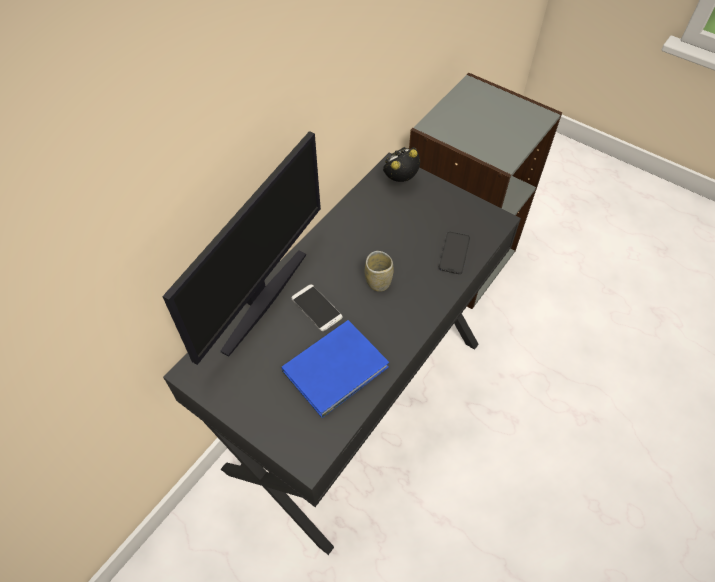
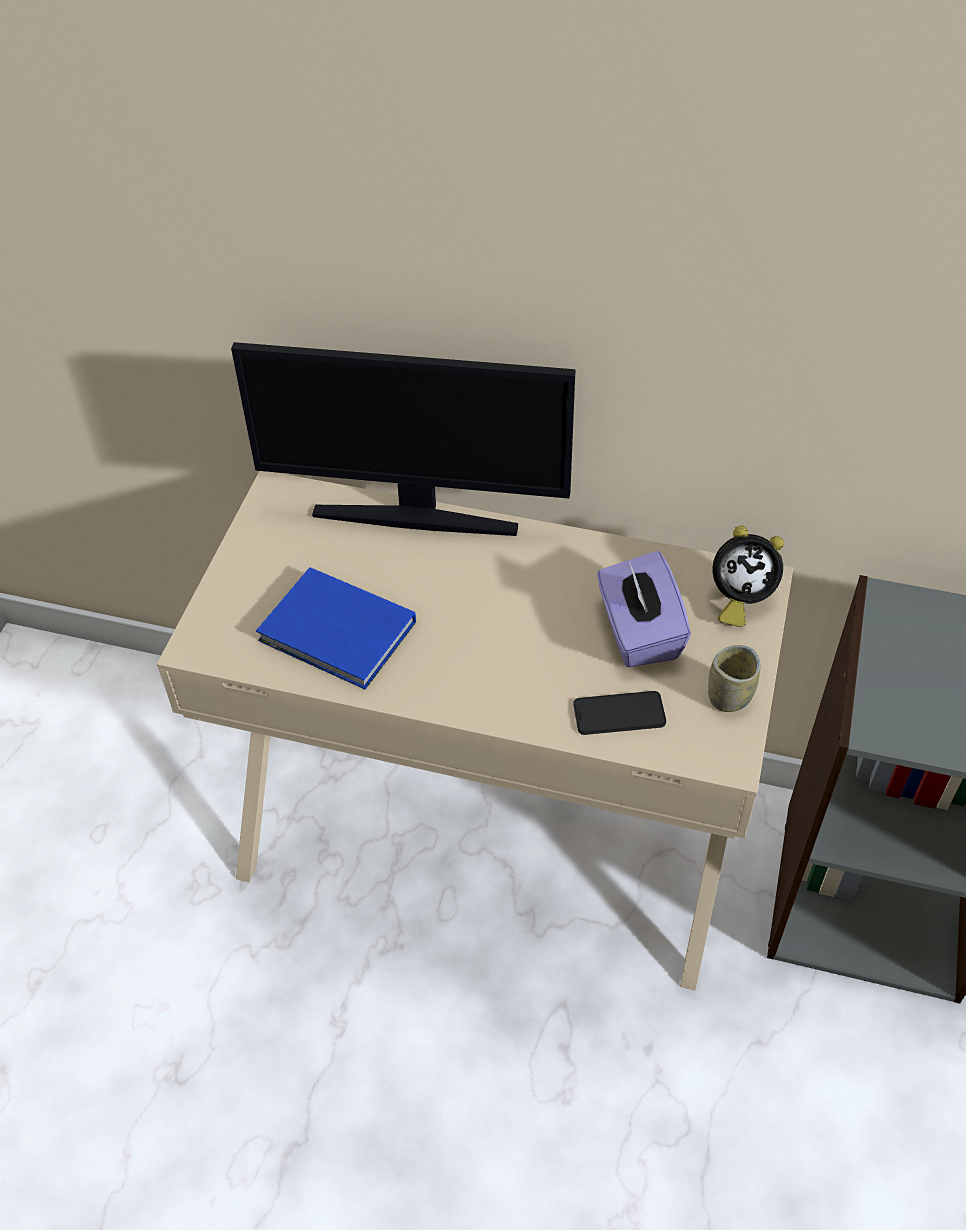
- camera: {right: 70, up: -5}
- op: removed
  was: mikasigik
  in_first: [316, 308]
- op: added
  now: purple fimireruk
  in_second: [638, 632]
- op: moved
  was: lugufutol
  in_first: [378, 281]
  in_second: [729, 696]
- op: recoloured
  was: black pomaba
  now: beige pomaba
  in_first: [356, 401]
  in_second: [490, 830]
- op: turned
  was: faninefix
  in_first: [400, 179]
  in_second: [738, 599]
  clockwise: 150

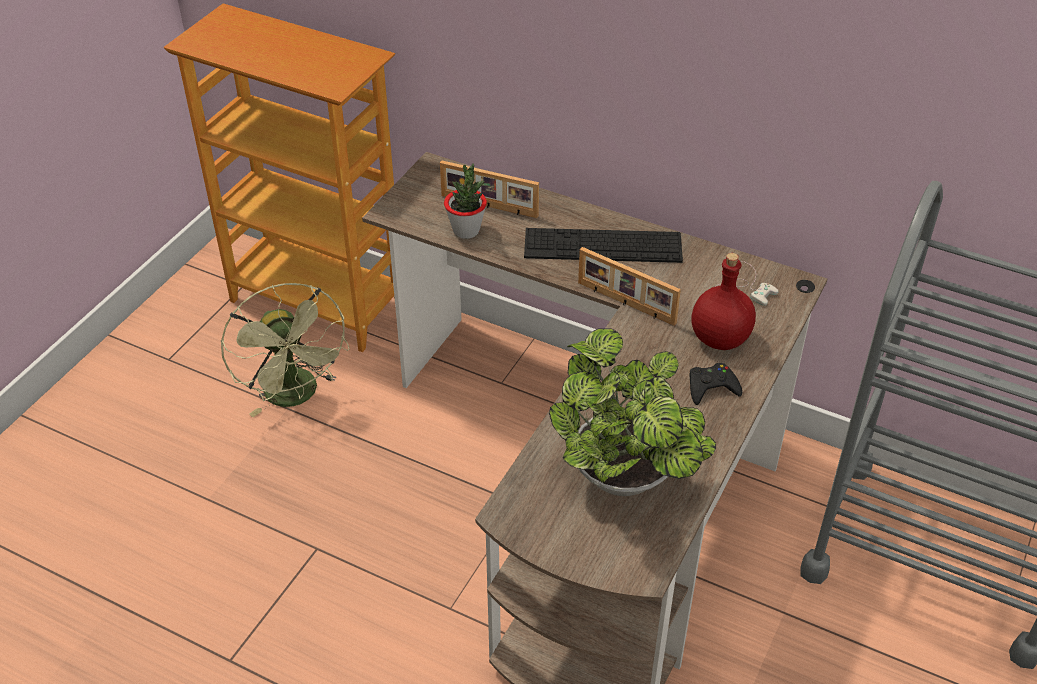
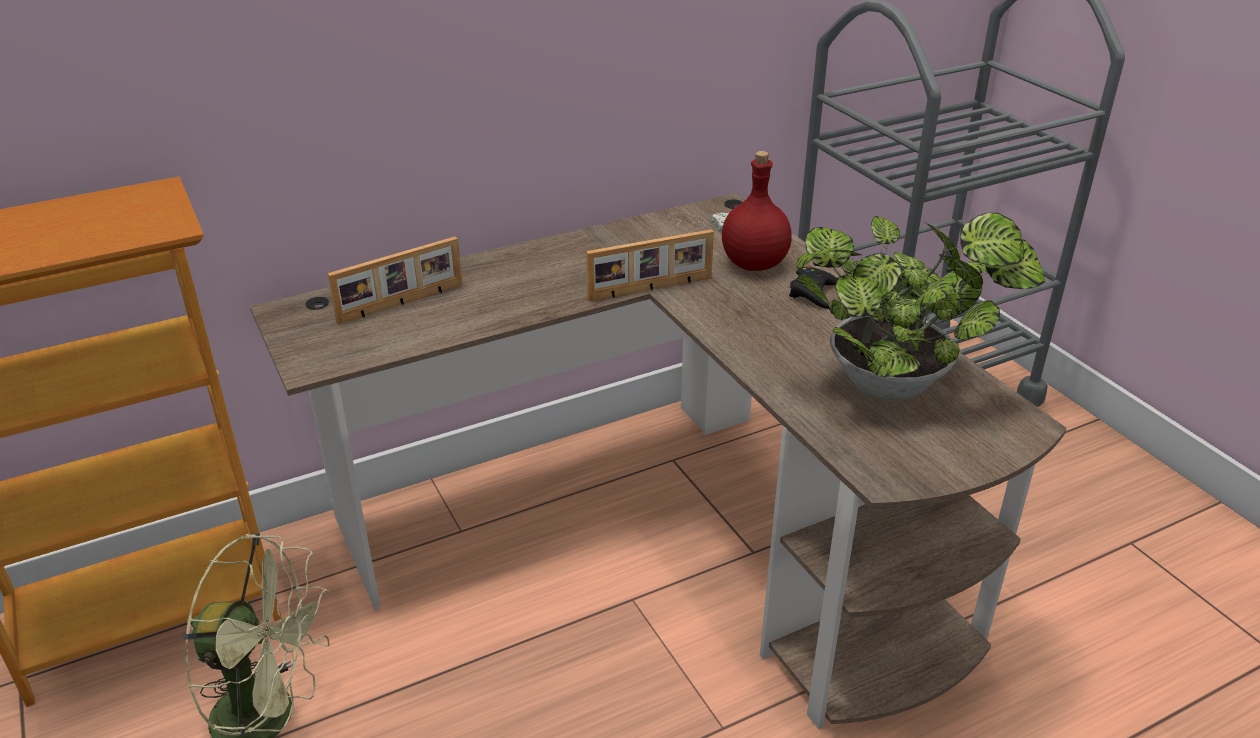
- camera: {right: -55, up: -10}
- op: removed
  was: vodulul
  in_first: [466, 230]
- op: removed
  was: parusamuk
  in_first: [603, 246]

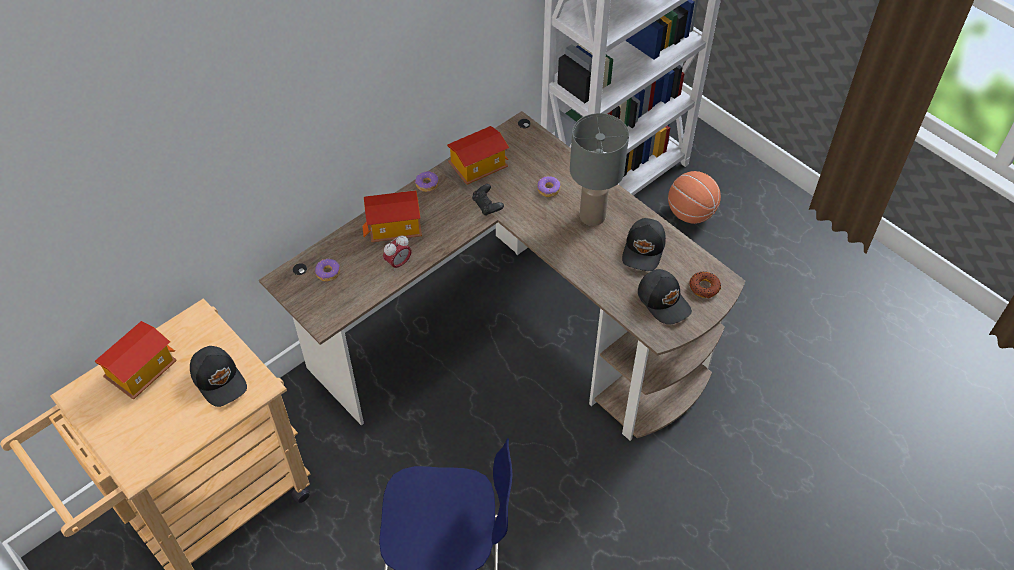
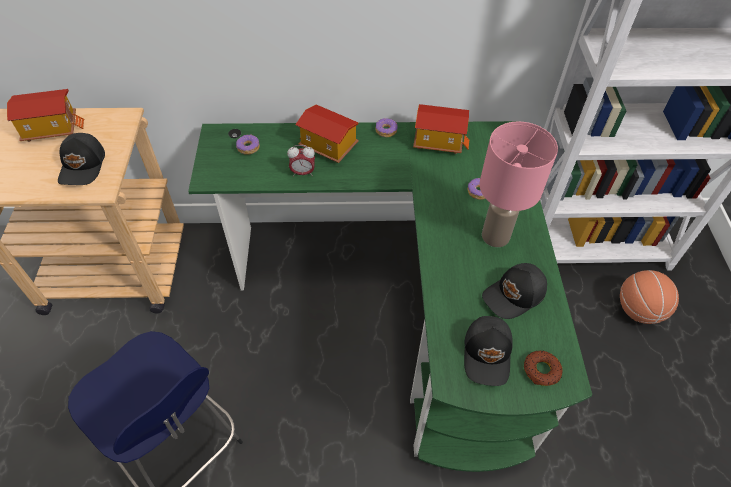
- camera: {right: 40, up: 0}
- op: removed
  was: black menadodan
  in_first: [487, 206]
- op: recoloured
  was: brown pomaba
  now: green pomaba
  in_first: [514, 335]
  in_second: [404, 304]
- op: recoloured
  was: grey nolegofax
  now: pink nolegofax
  in_first: [591, 215]
  in_second: [495, 235]

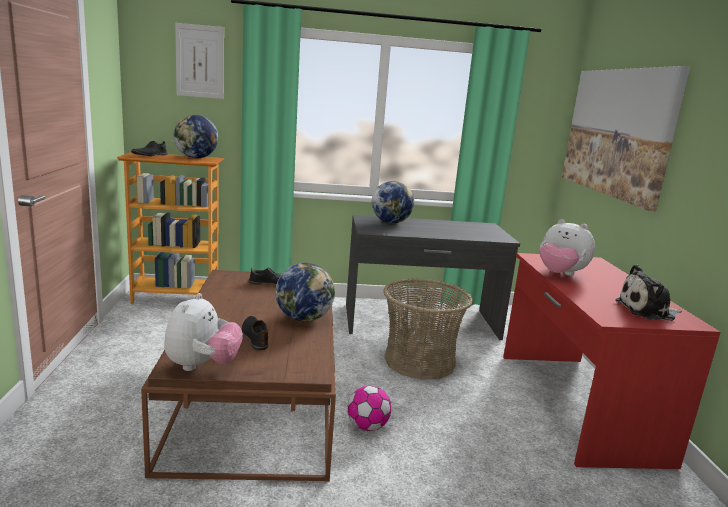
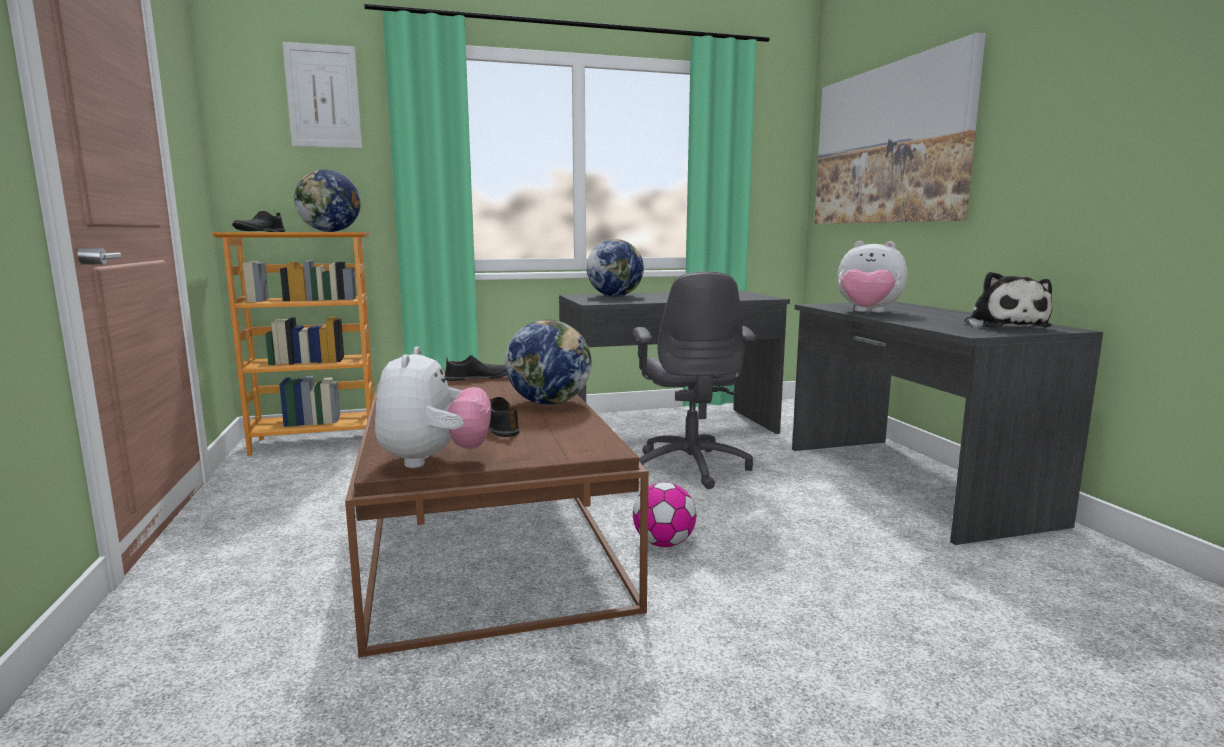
- camera: {right: -10, up: -5}
- op: replaced
  was: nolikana
  now: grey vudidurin
  in_first: [419, 361]
  in_second: [691, 467]
- op: recoloured
  was: red pomaba
  now: grey pomaba
  in_first: [575, 404]
  in_second: [909, 483]
- op: turned
  was: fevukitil
  in_first: [648, 311]
  in_second: [1004, 325]
  clockwise: -75

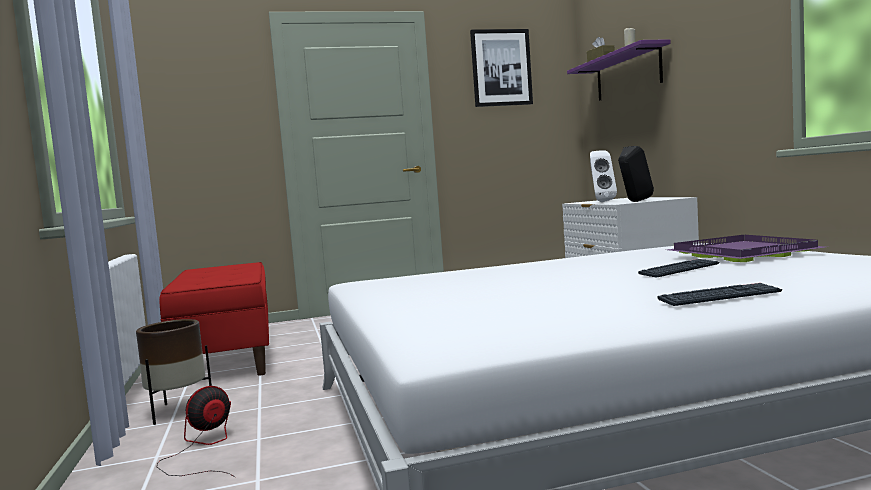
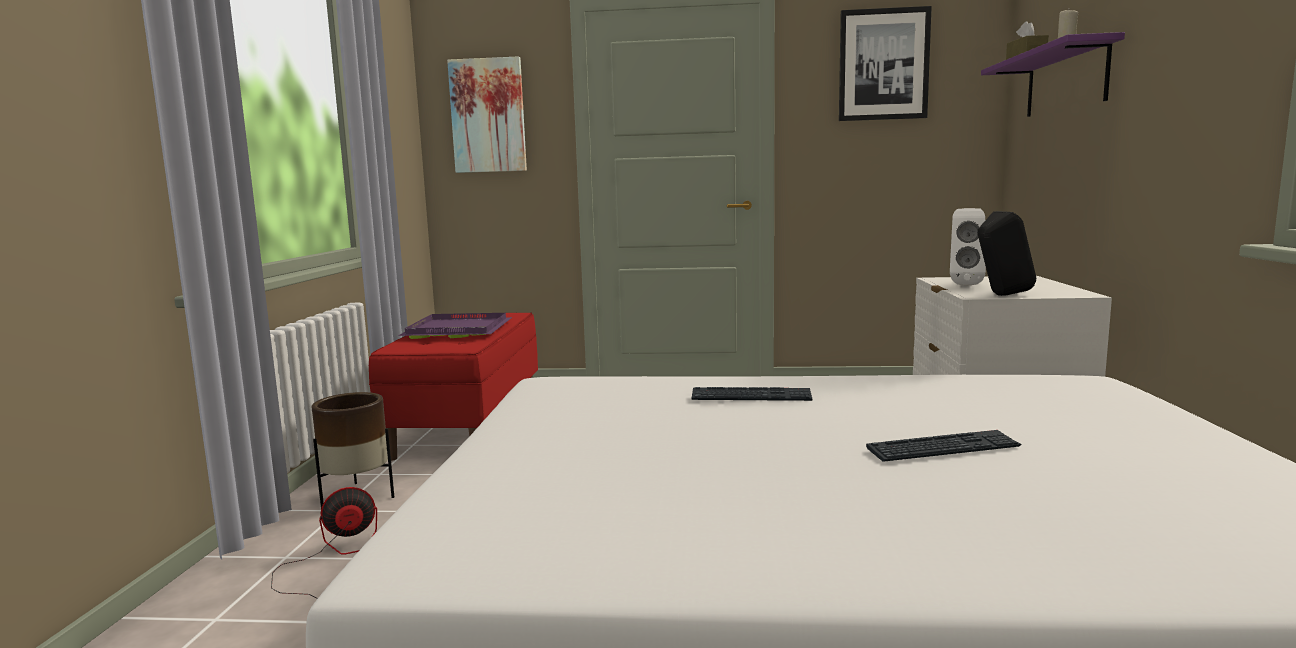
- camera: {right: 20, up: 5}
- op: added
  now: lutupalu
  in_second: [488, 116]
- op: moved
  was: parusamuk
  in_first: [720, 296]
  in_second: [751, 396]
- op: moved
  was: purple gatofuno
  in_first: [742, 253]
  in_second: [460, 330]

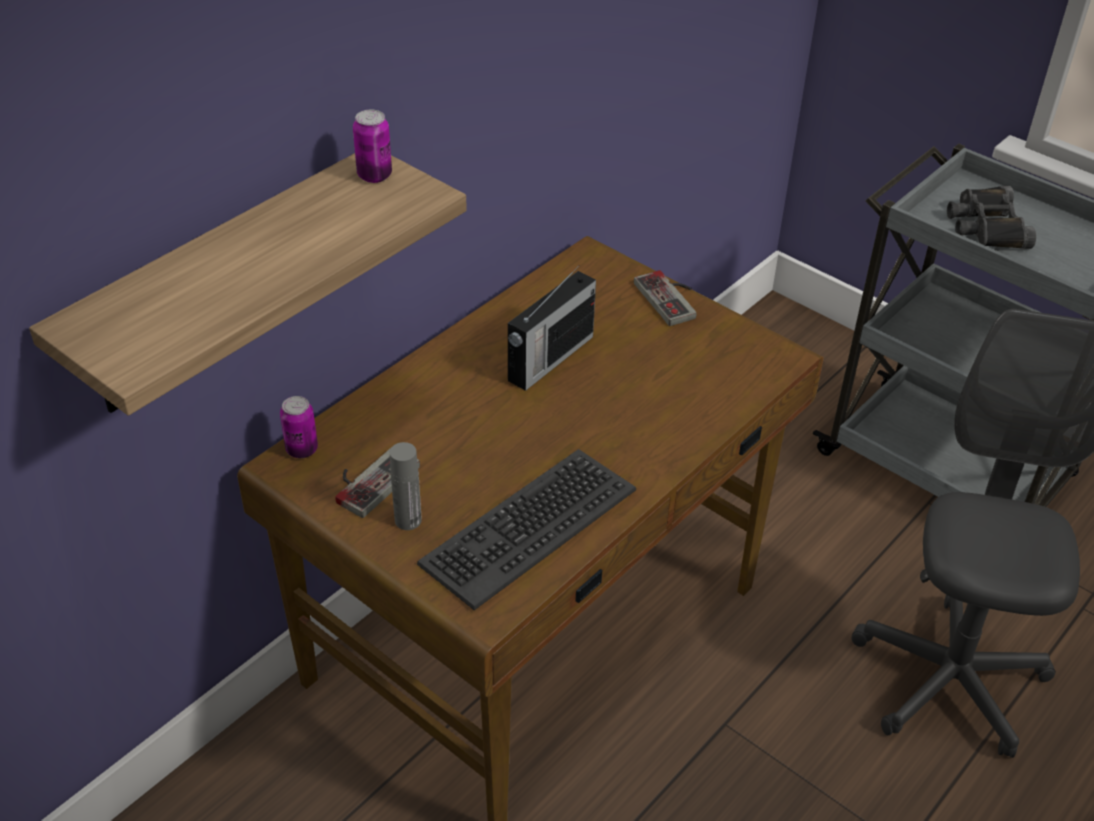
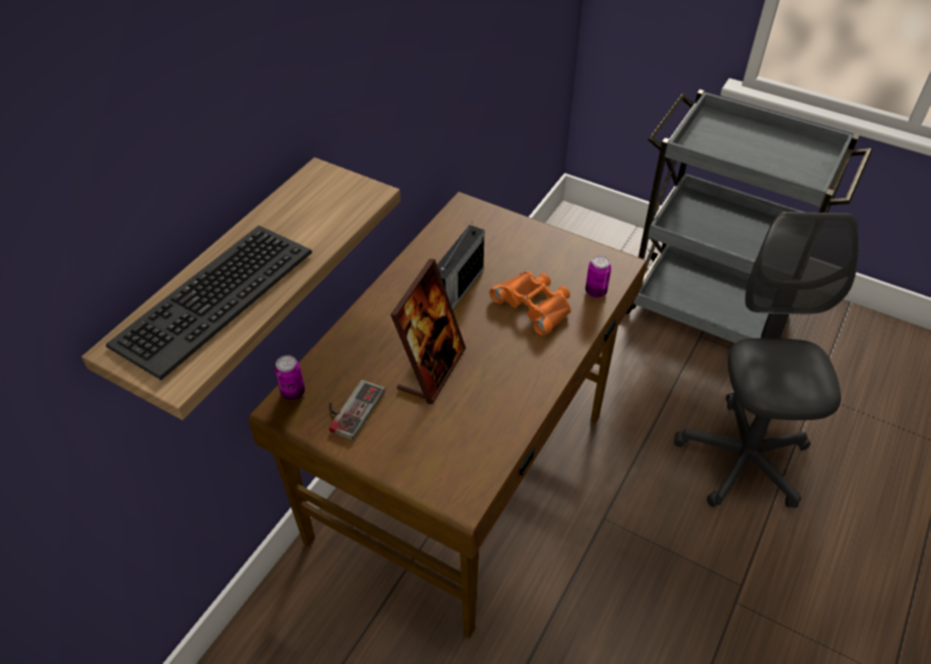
- camera: {right: -10, up: 5}
- op: removed
  was: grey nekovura
  in_first: [408, 520]
- op: removed
  was: menadodan
  in_first: [672, 298]
- op: removed
  was: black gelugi
  in_first: [986, 226]
- op: added
  now: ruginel
  in_second: [431, 370]
- op: added
  now: orange gelugi
  in_second: [535, 305]
- op: moved
  was: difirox
  in_first: [374, 175]
  in_second: [595, 292]
- op: moved
  was: parusamuk
  in_first: [528, 526]
  in_second: [213, 297]

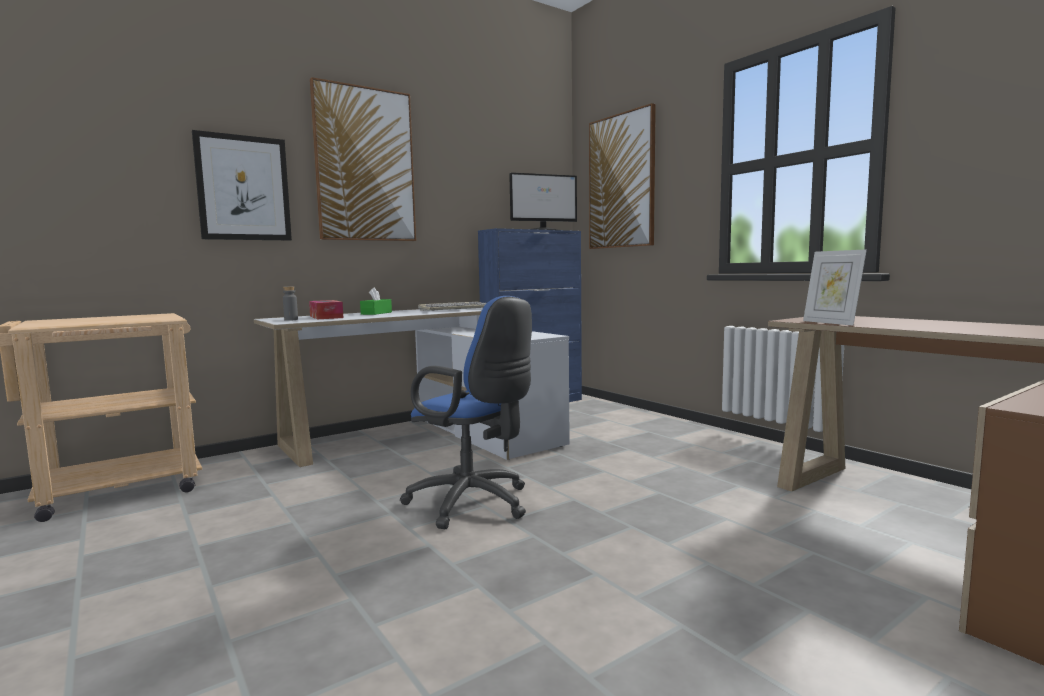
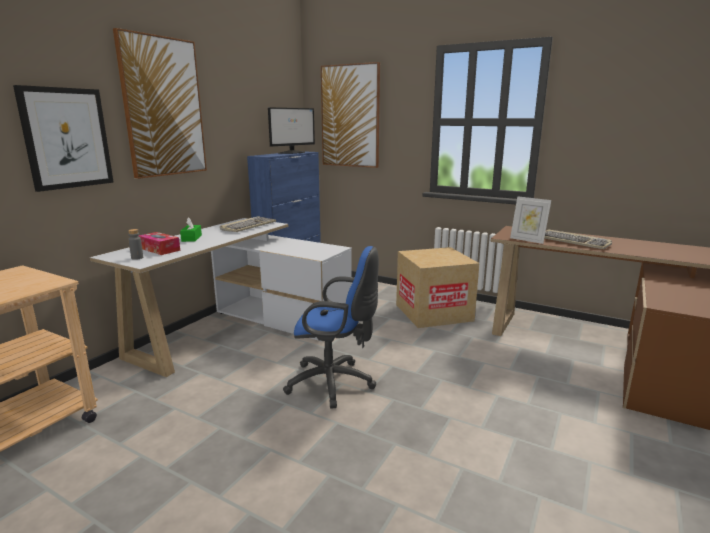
- camera: {right: -25, up: 10}
- op: added
  now: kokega
  in_second: [433, 312]
- op: added
  now: parusamuk
  in_second: [573, 242]

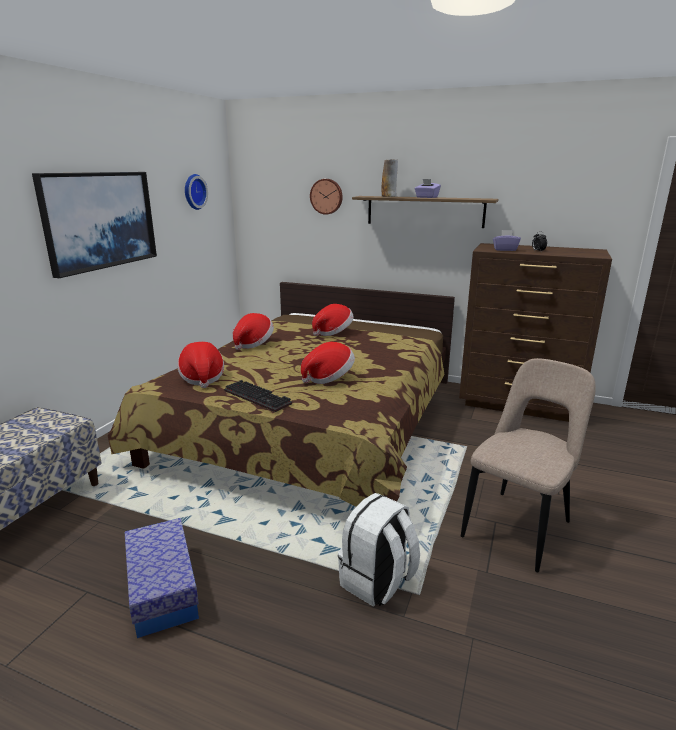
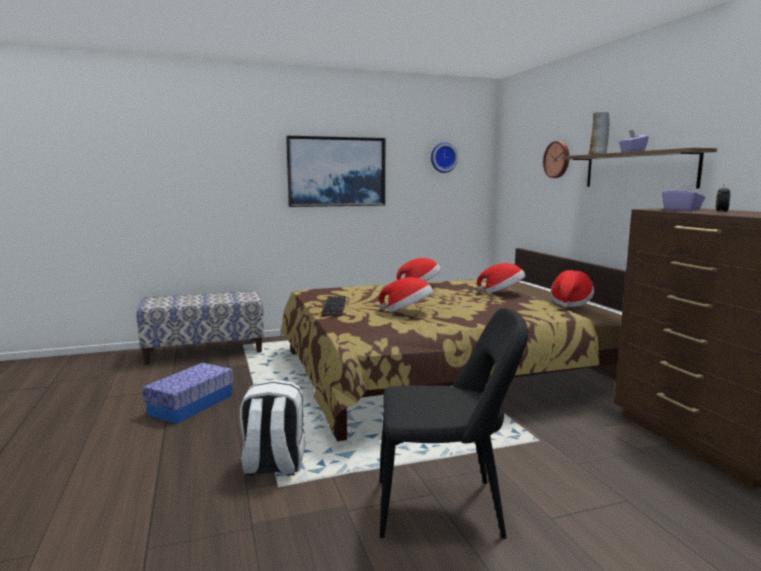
- camera: {right: 50, up: -10}
- op: moved
  was: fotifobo
  in_first: [202, 378]
  in_second: [570, 303]
- op: recoloured
  was: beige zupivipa
  now: black zupivipa
  in_first: [519, 526]
  in_second: [445, 509]

